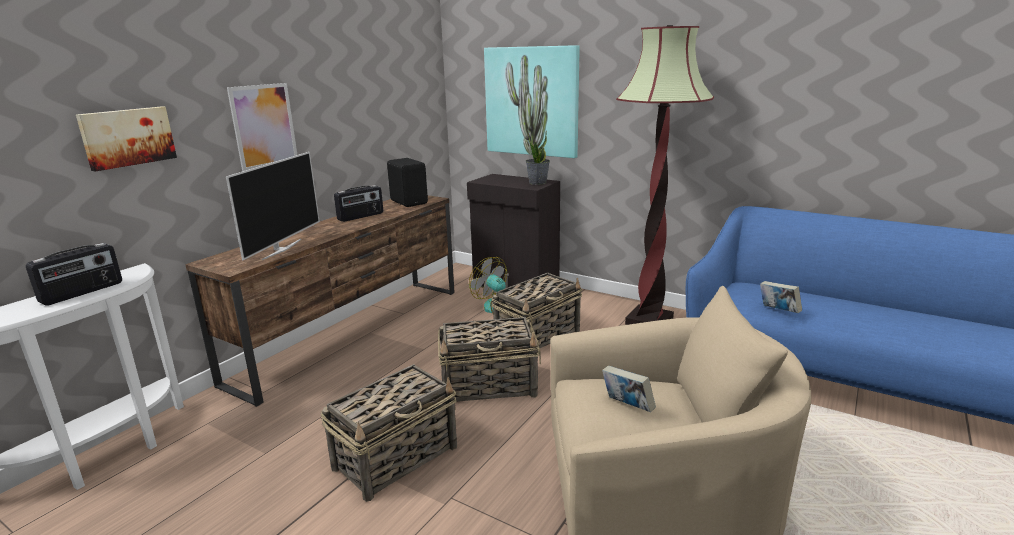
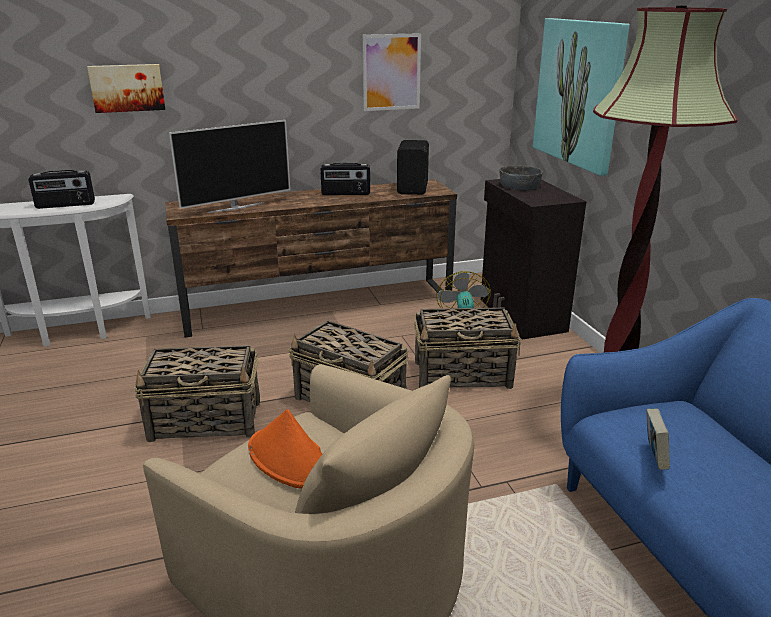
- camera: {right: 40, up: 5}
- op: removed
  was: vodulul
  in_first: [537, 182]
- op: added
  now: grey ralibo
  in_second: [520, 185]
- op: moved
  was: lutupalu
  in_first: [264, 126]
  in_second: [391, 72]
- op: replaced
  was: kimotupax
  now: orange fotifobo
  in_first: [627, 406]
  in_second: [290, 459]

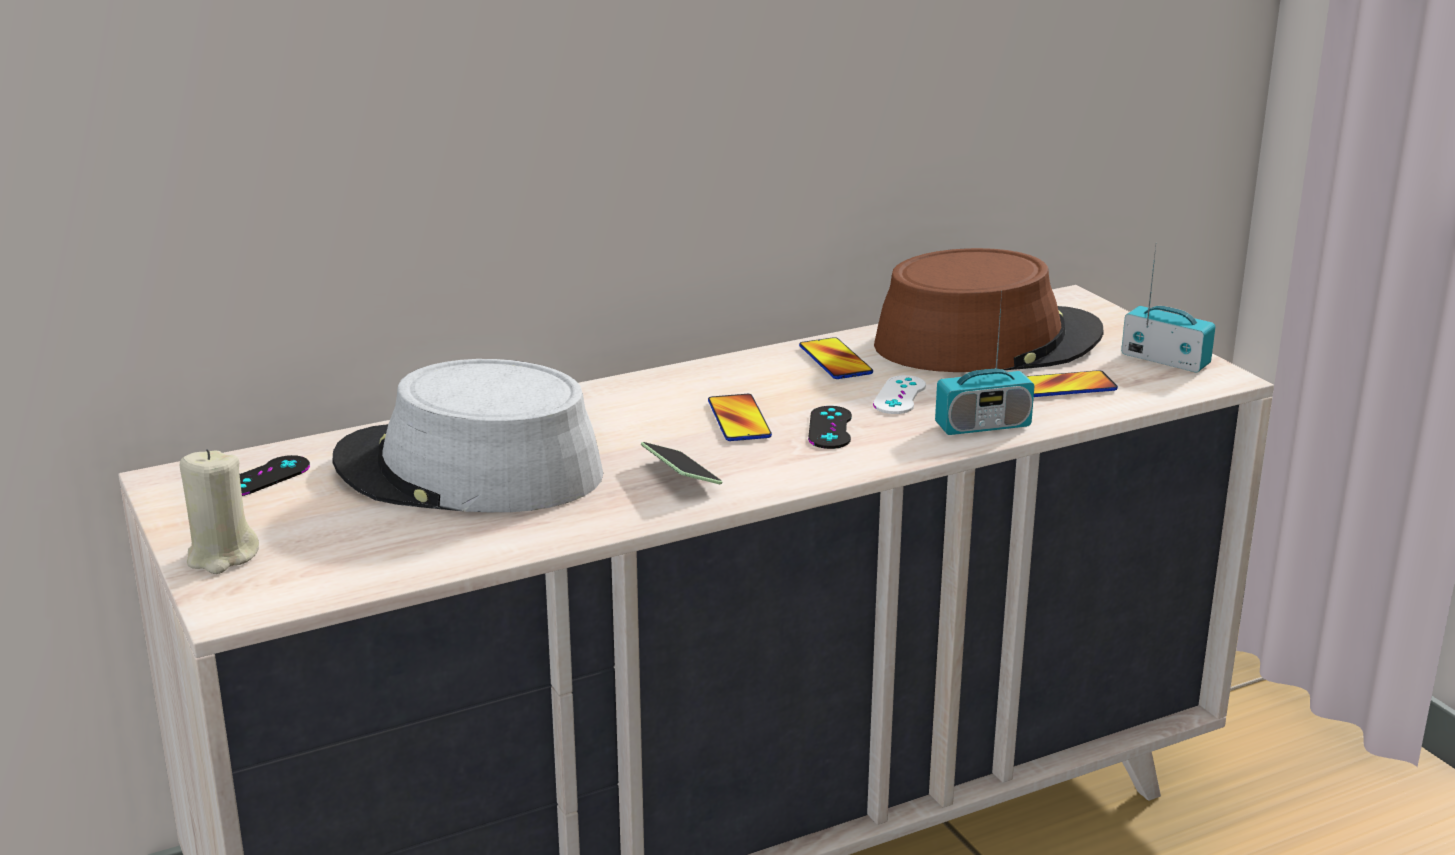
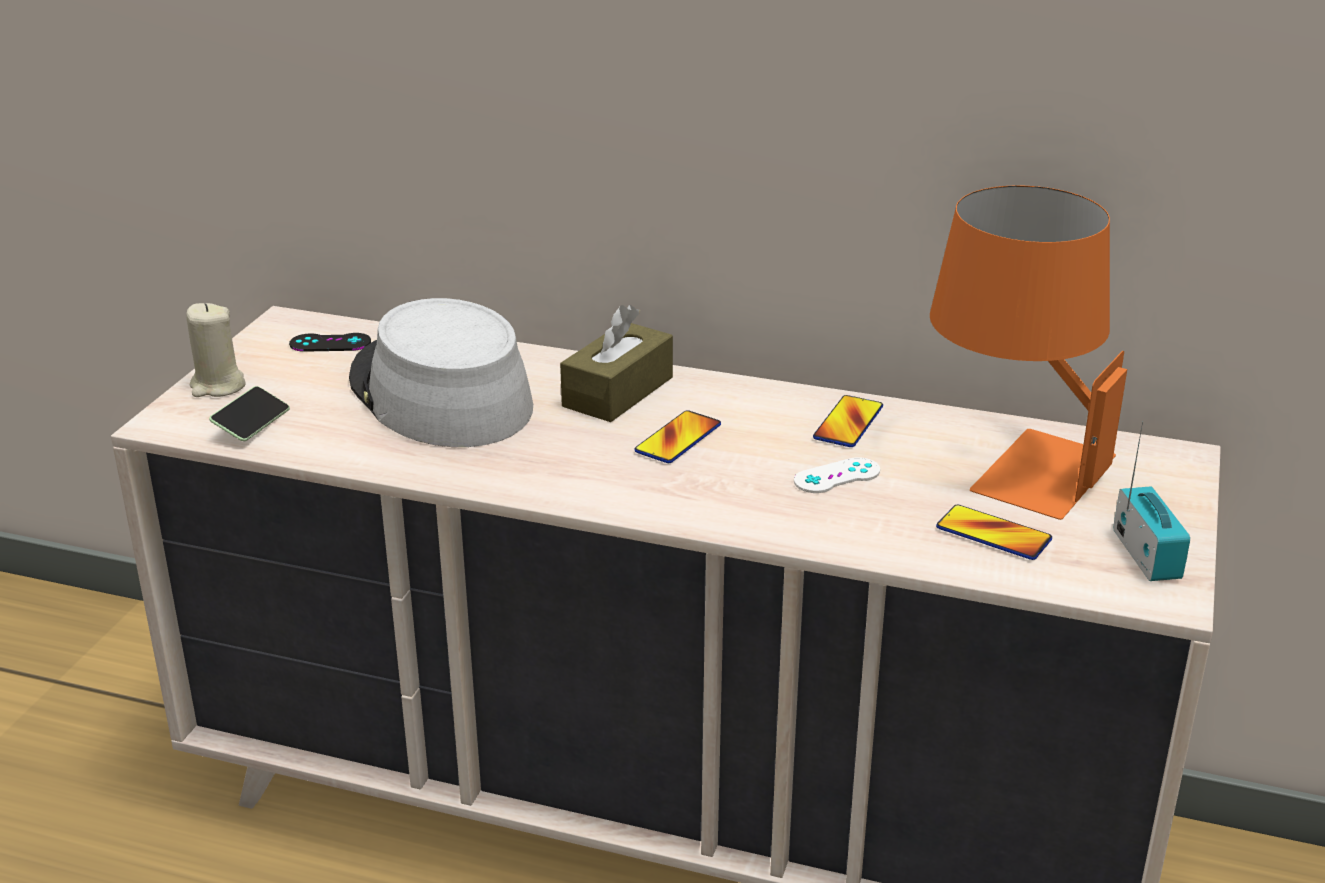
- camera: {right: 45, up: 5}
- op: removed
  was: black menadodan
  in_first: [830, 428]
- op: removed
  was: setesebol
  in_first: [983, 426]
- op: added
  now: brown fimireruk
  in_second: [618, 392]
- op: moved
  was: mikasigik
  in_first: [681, 476]
  in_second: [252, 425]
- op: replaced
  was: brown fotifobo
  now: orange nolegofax
  in_first: [987, 342]
  in_second: [1012, 463]

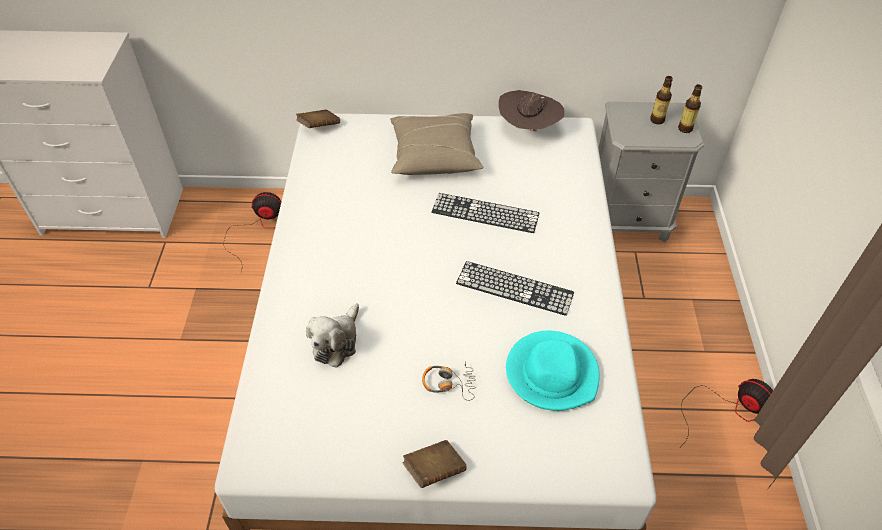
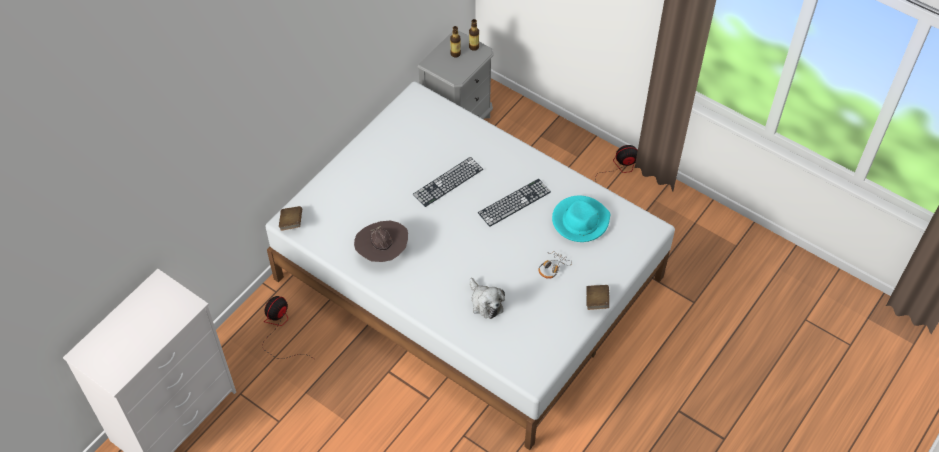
- camera: {right: -55, up: 5}
- op: removed
  was: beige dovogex
  in_first: [434, 155]
- op: moved
  was: brown fotifobo
  in_first: [528, 129]
  in_second: [382, 252]

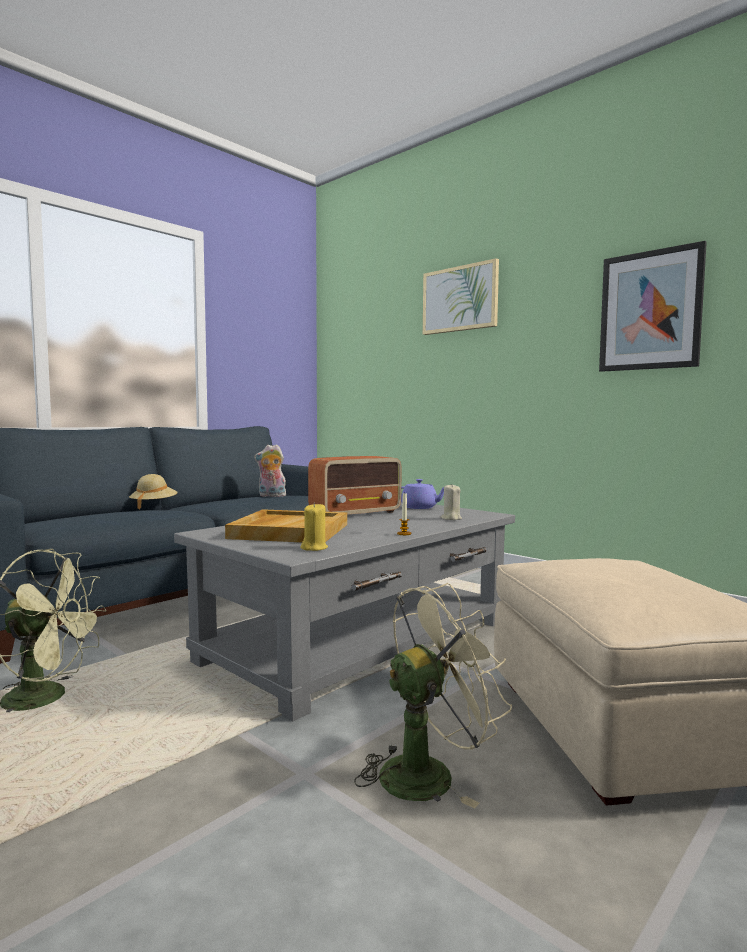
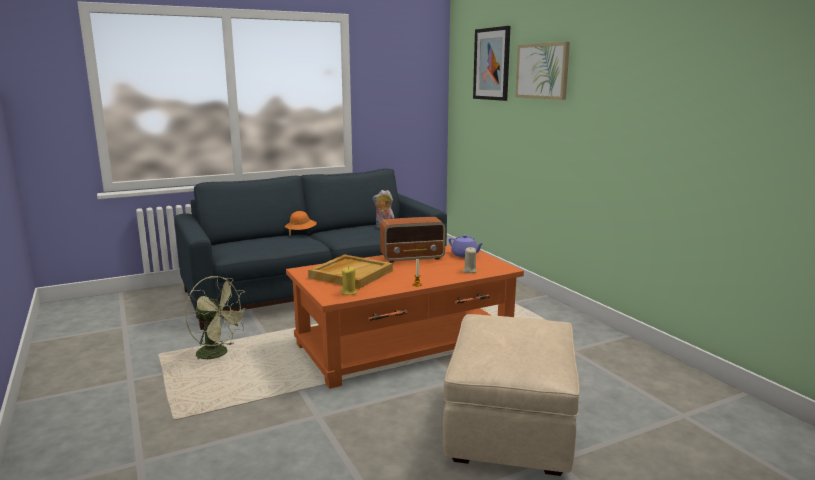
- camera: {right: 20, up: 10}
- op: removed
  was: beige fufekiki
  in_first: [428, 772]
- op: moved
  was: lutupalu
  in_first: [650, 310]
  in_second: [492, 64]
- op: recoloured
  was: beige fotifobo
  now: orange fotifobo
  in_first: [153, 506]
  in_second: [301, 232]
- op: recoloured
  was: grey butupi
  now: orange butupi
  in_first: [362, 640]
  in_second: [405, 344]

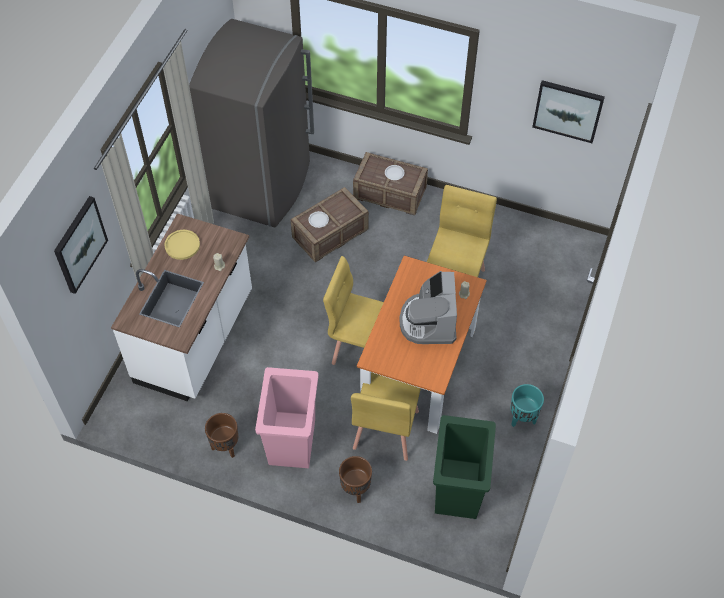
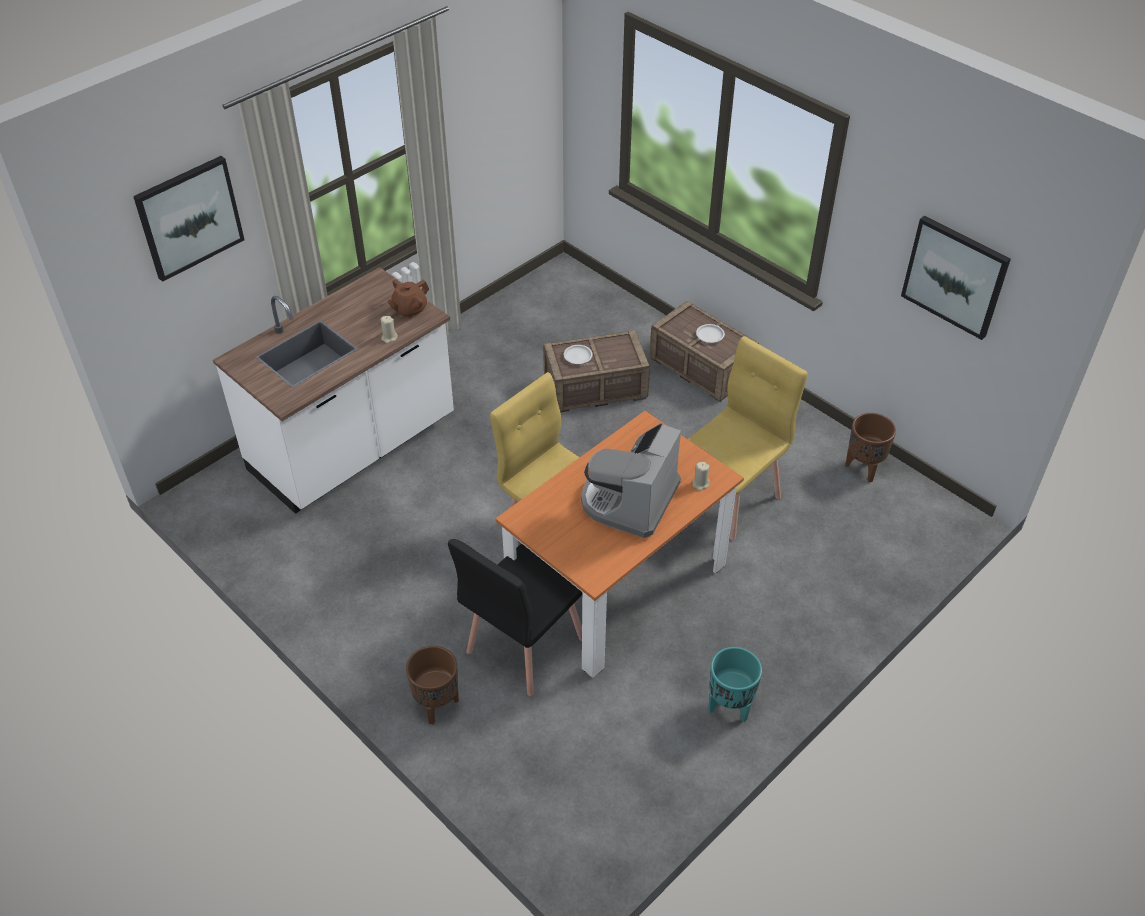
- camera: {right: 25, up: -10}
- op: removed
  was: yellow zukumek
  in_first: [182, 245]
- op: removed
  was: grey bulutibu
  in_first: [263, 185]
- op: removed
  was: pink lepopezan
  in_first: [291, 442]
- op: removed
  was: green lepopezan
  in_first: [457, 491]
- op: added
  now: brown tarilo
  in_second: [409, 309]
- op: moved
  was: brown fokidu
  in_first: [225, 447]
  in_second: [863, 468]
- op: recoloured
  was: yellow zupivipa
  now: black zupivipa
  in_first: [385, 430]
  in_second: [524, 645]

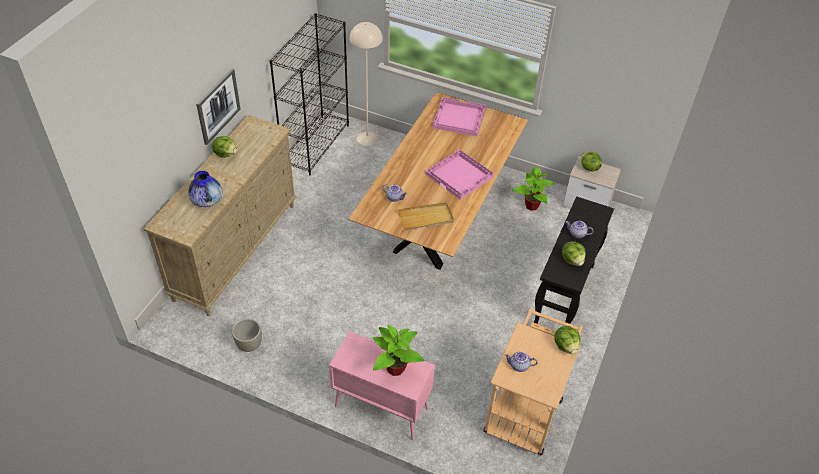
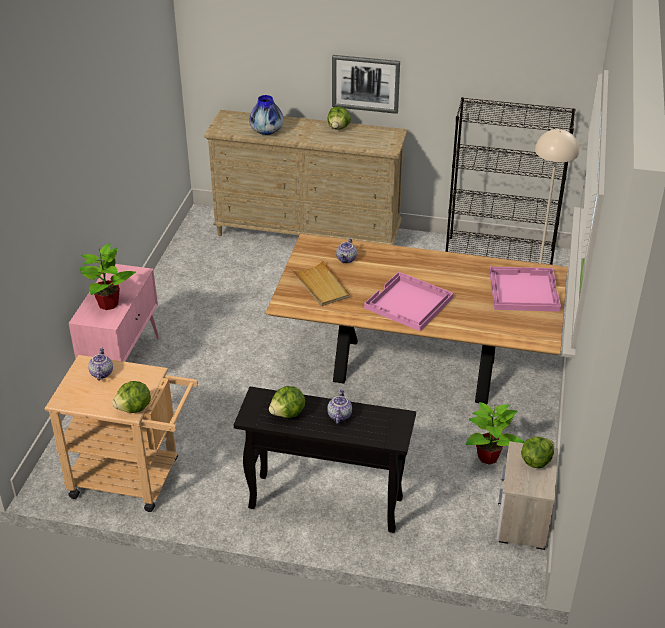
- camera: {right: 80, up: -10}
- op: removed
  was: grey fokidu
  in_first: [249, 345]

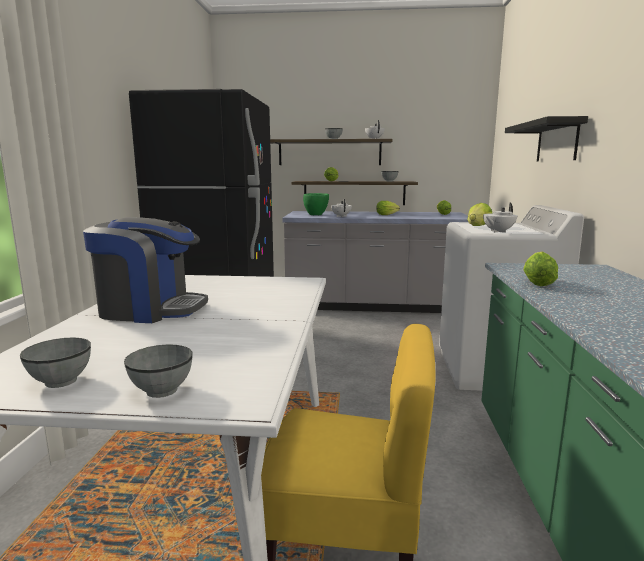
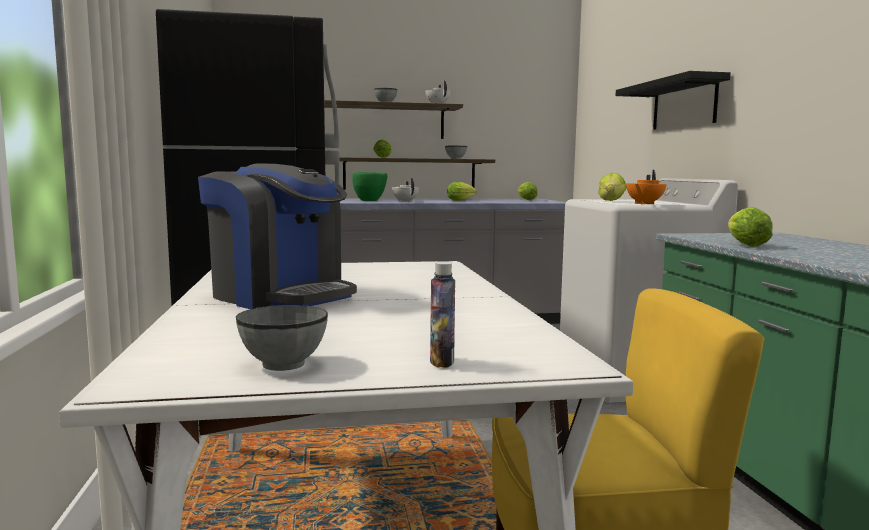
- camera: {right: -15, up: -5}
- op: replaced
  was: grey ralibo
  now: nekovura
  in_first: [162, 391]
  in_second: [442, 362]
- op: recoloured
  was: white tarilo
  now: orange tarilo
  in_first: [497, 231]
  in_second: [644, 204]
- op: turned
  was: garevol
  in_first: [150, 309]
  in_second: [280, 295]
  clockwise: 45

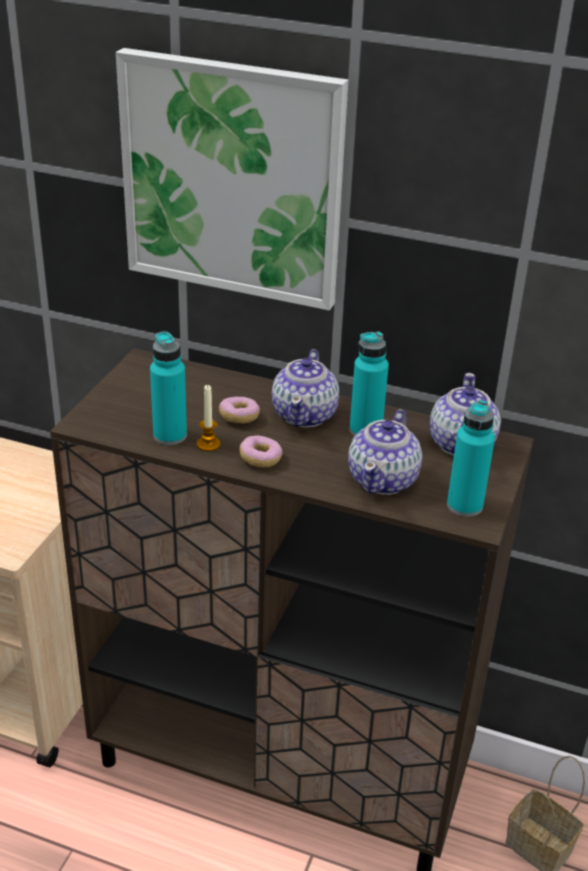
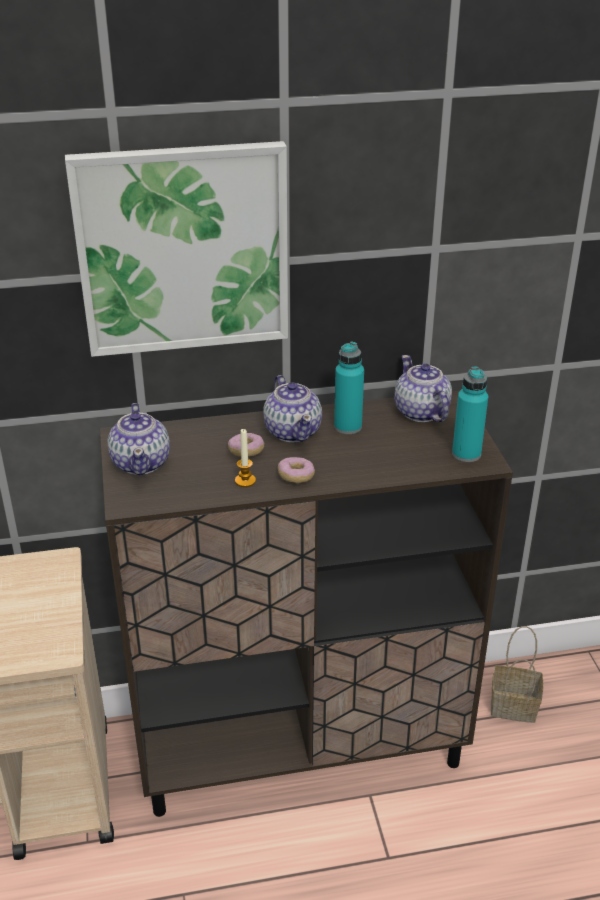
- camera: {right: -30, up: 0}
- op: removed
  was: turquoise nekovura
  in_first: [170, 436]
- op: moved
  was: tarilo
  in_first: [384, 480]
  in_second: [141, 462]

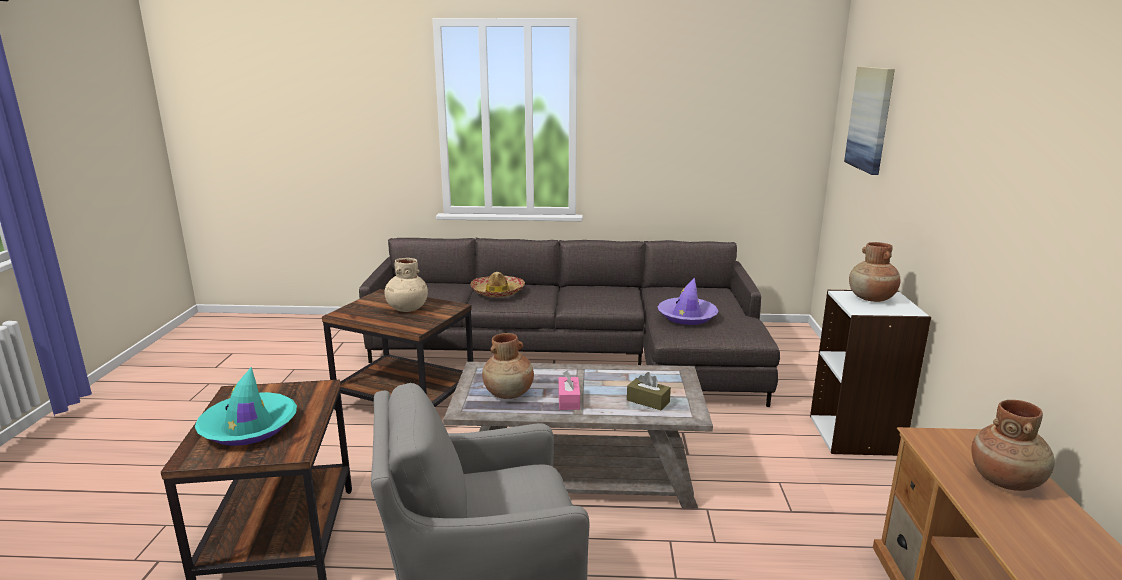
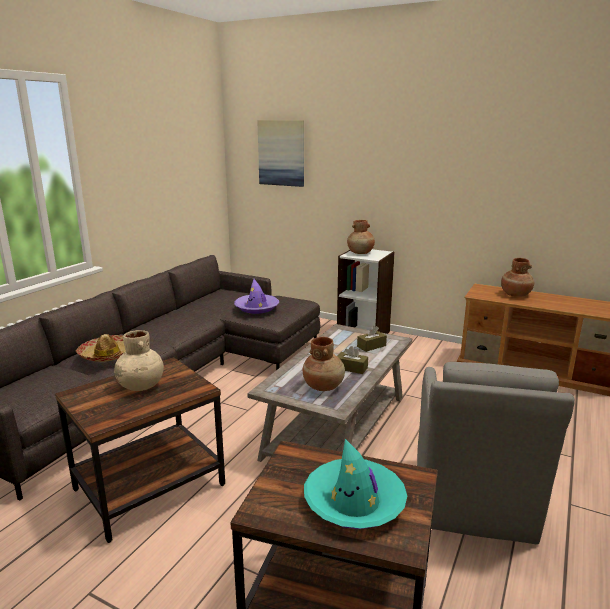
- camera: {right: -65, up: 0}
- op: recoloured
  was: pink fimireruk
  now: brown fimireruk
  in_first: [569, 400]
  in_second: [351, 368]

